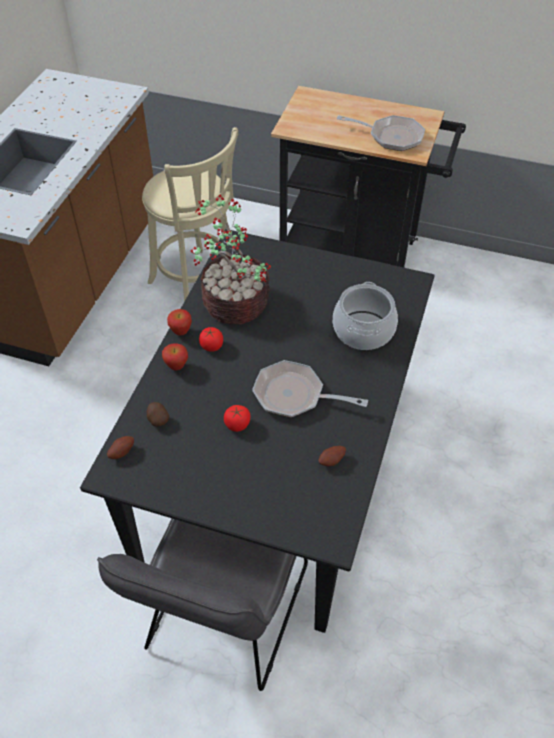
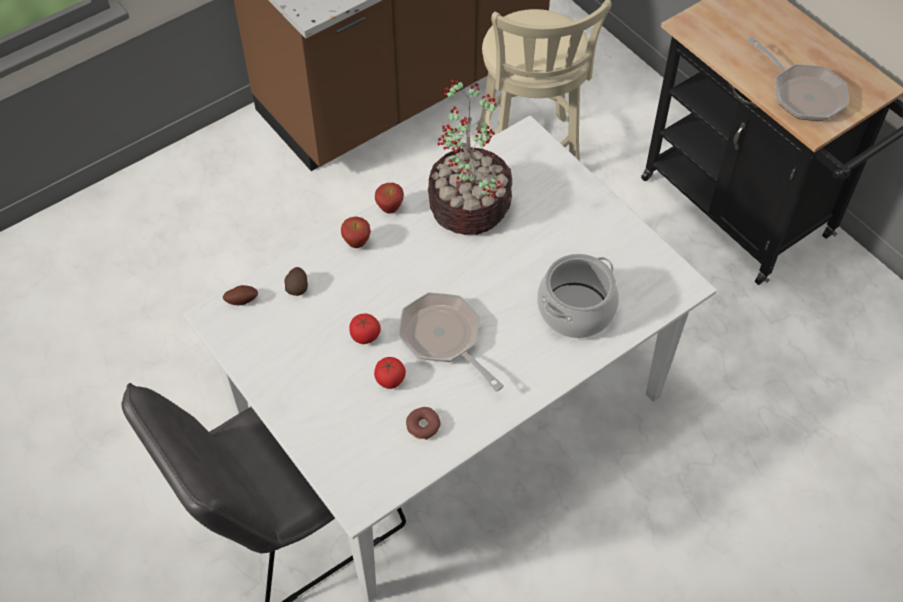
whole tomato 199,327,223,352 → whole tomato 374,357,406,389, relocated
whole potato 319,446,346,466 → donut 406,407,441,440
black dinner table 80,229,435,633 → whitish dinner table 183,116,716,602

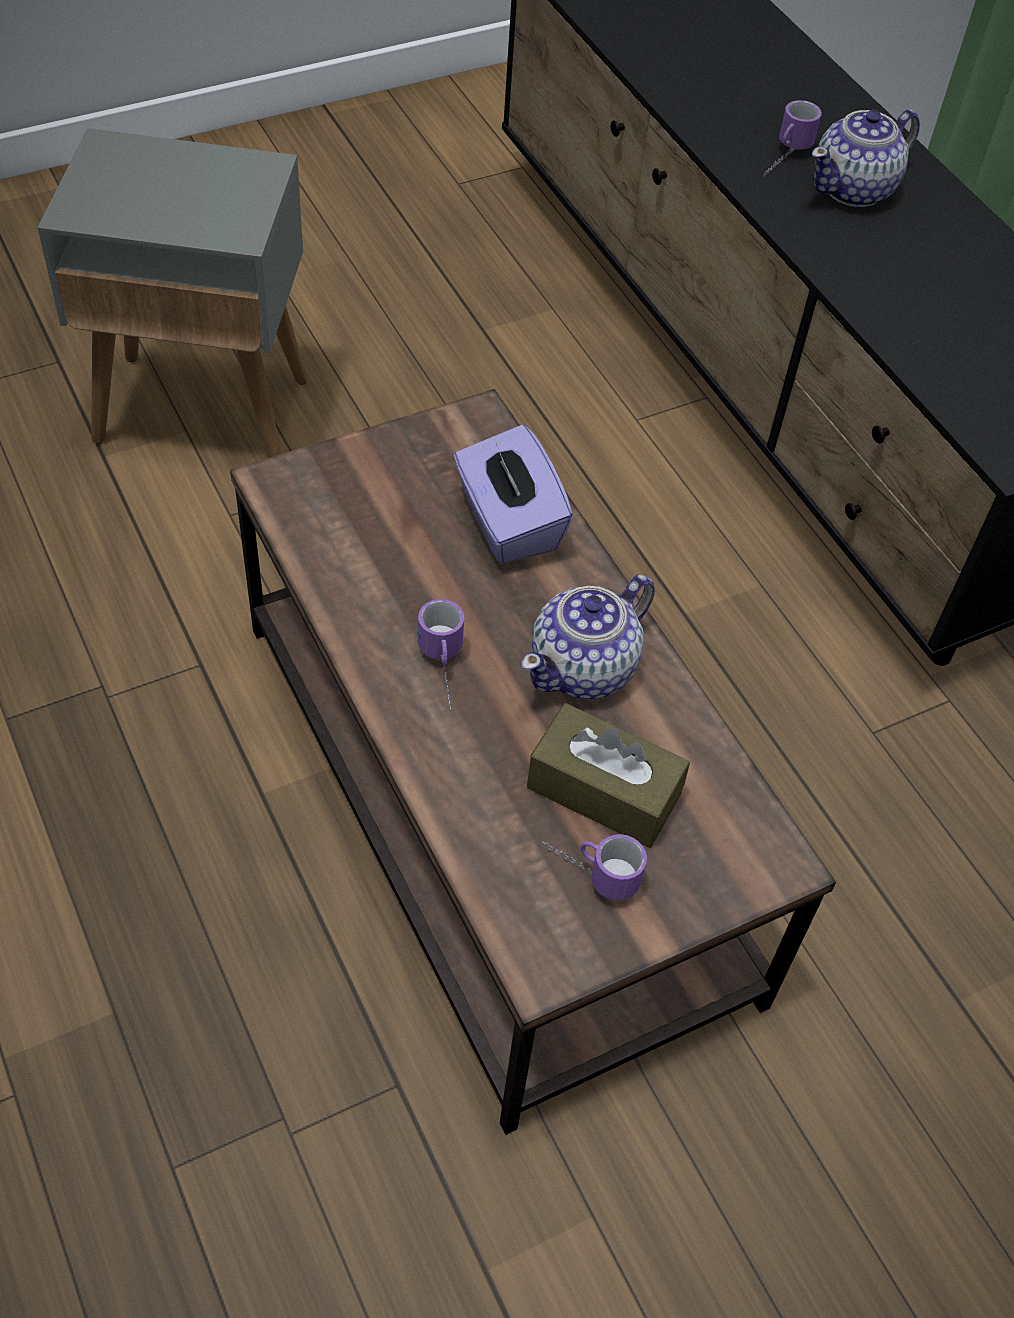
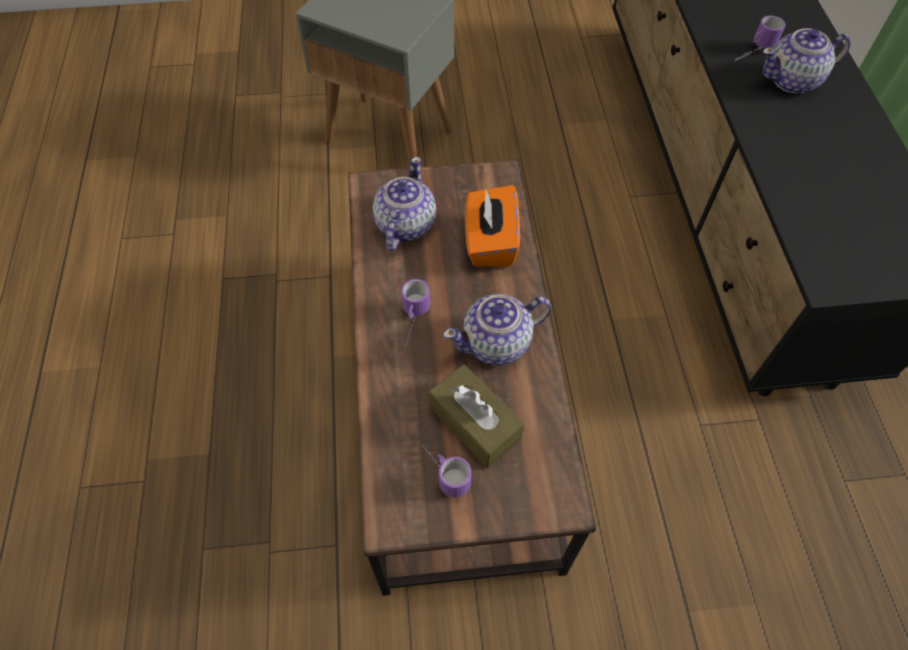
- → teapot 373,157,436,251
purple tissue box 454,425,573,564 → orange tissue box 465,185,520,267

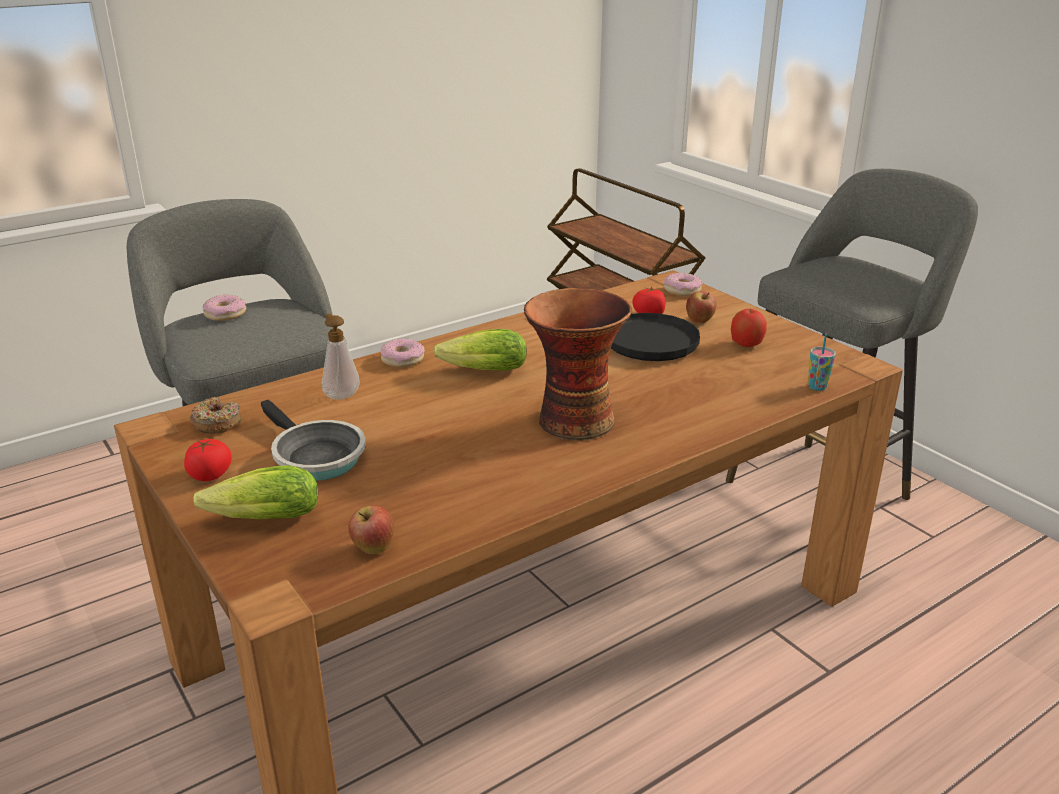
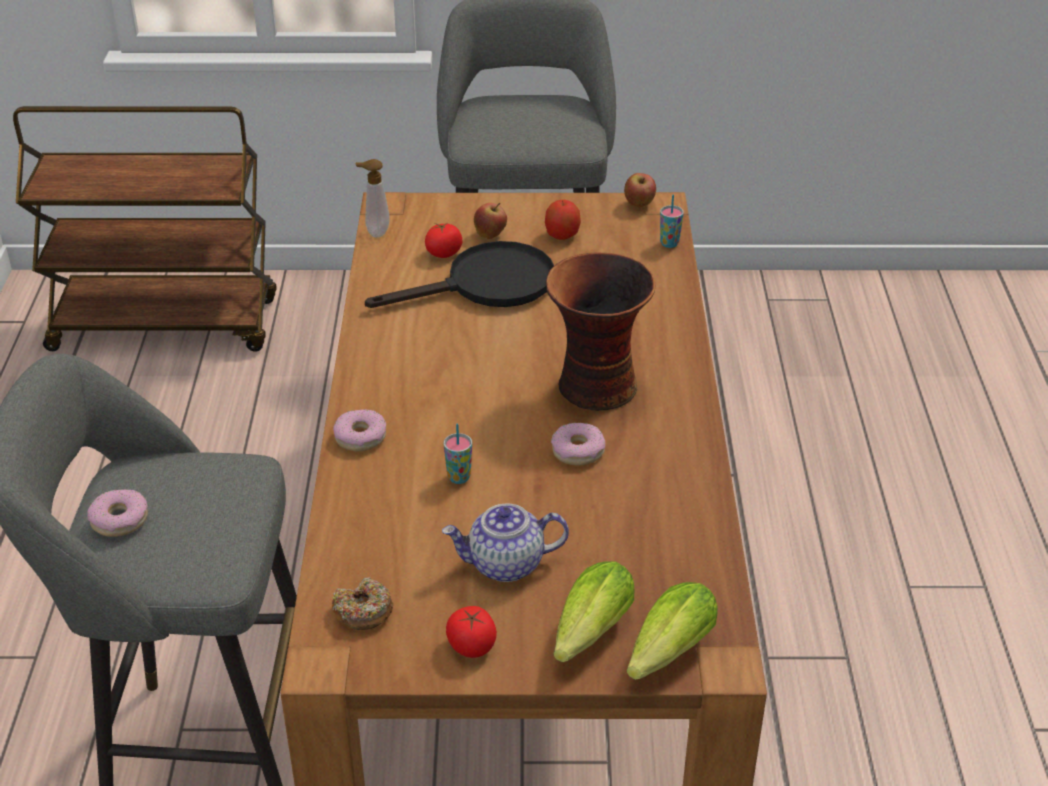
- → drinking cup 444,424,472,484
liquid soap bottle 322,313,360,400 → liquid soap bottle 356,159,390,238, relocated
whole apple 348,505,394,554 → whole apple 624,173,656,207, relocated
lettuce 434,329,527,371 → lettuce 627,582,718,680, relocated
donut 664,273,703,296 → donut 551,423,605,466, relocated
frying pan 261,400,366,481 → teapot 442,503,569,582

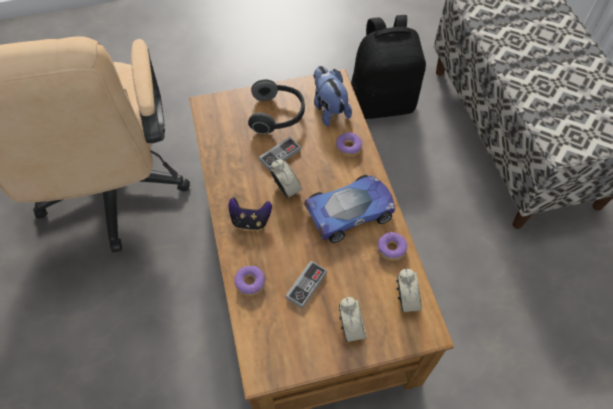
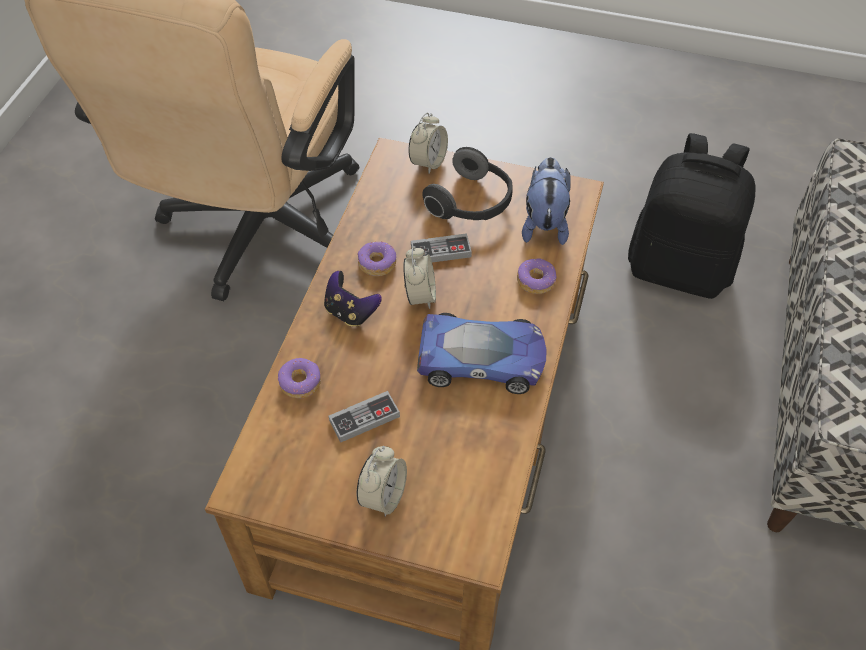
donut 378,232,407,261 → donut 357,242,397,276, relocated
bedside clock 396,269,422,313 → bedside clock 408,112,448,174, relocated

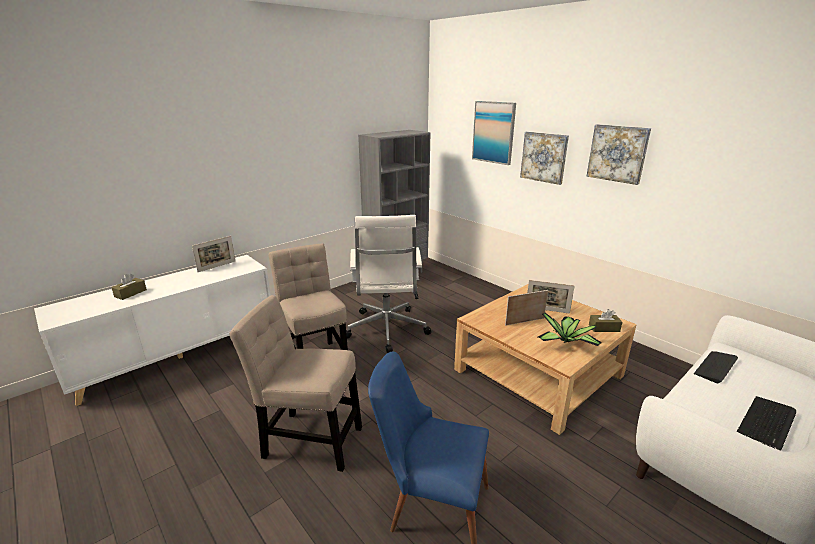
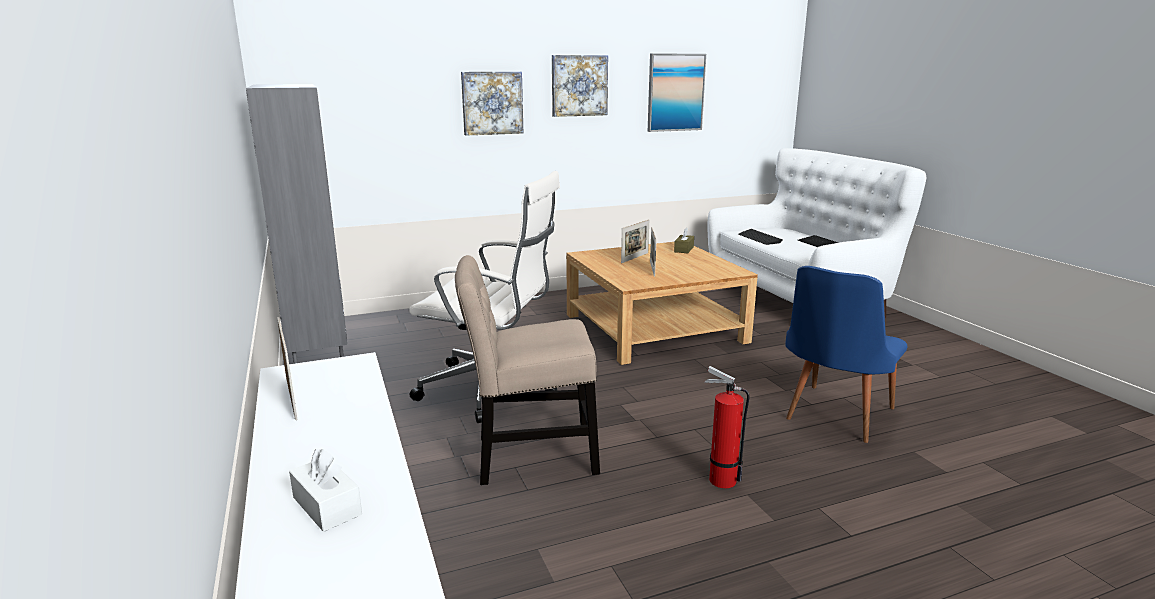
potted plant 538,313,602,346 → -
wall art 472,101,516,165 → wall art 648,53,706,132, relocated
sand-coloured upright chair 229,295,362,472 → extinguisher 705,366,749,488
brownish tissue box 111,274,147,300 → whitish tissue box 289,449,362,532

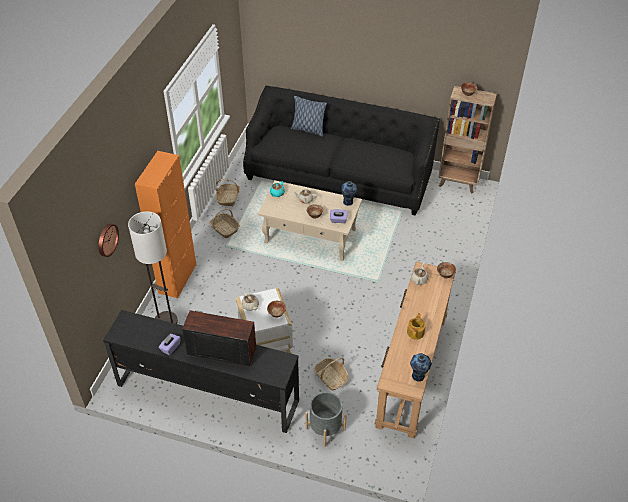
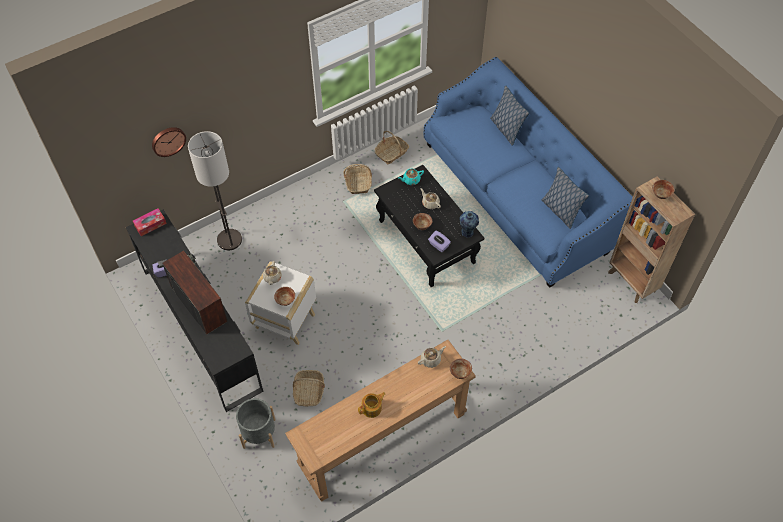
orange cabinet 135,151,196,298 → -
vase 410,353,432,382 → -
- → tissue box 133,208,167,236
- → cushion 541,167,589,229
black settee 243,86,440,216 → blue-coloured settee 423,57,633,288
sand-coloured coffee table 258,180,362,261 → black coffee table 374,165,484,287

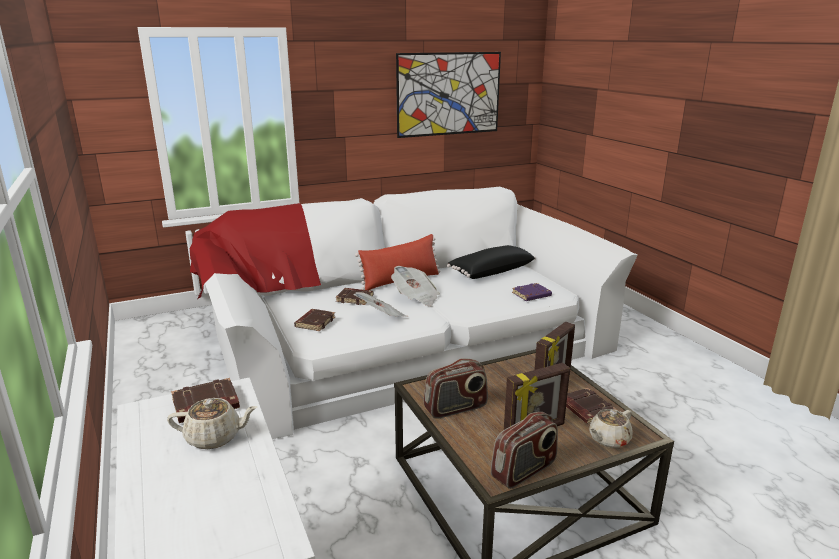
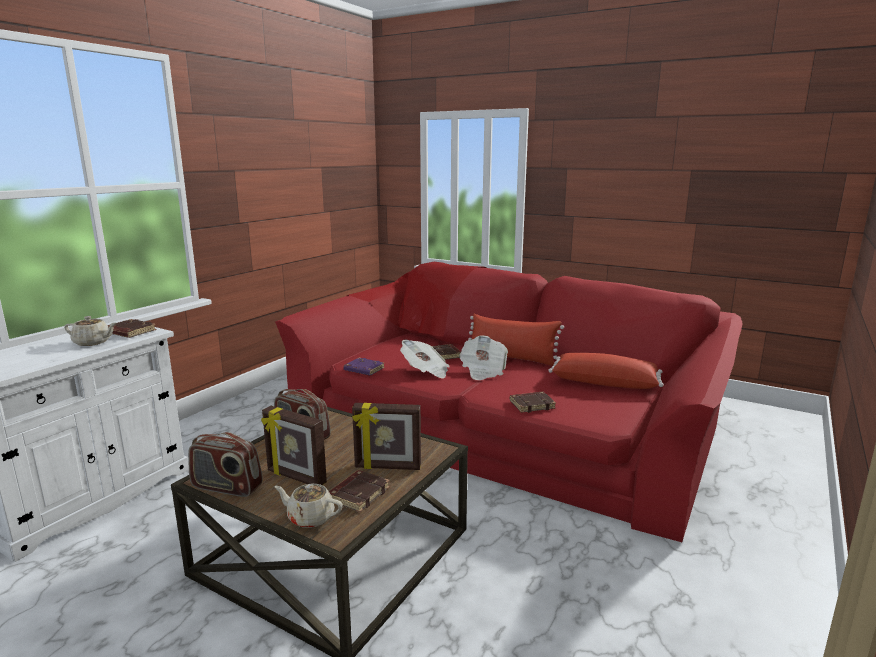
wall art 396,52,501,138 → -
brownish bound book 294,309,335,331 → brownish bound book 510,392,556,413, relocated
purple bound book 512,283,552,301 → purple bound book 343,358,385,376, relocated
whitish settee 190,187,638,439 → red settee 275,262,743,542
black cushion 447,245,536,279 → red cushion 548,353,664,389
sand-coloured teapot 167,398,257,449 → sand-coloured teapot 64,316,116,346, 45 degrees counterclockwise

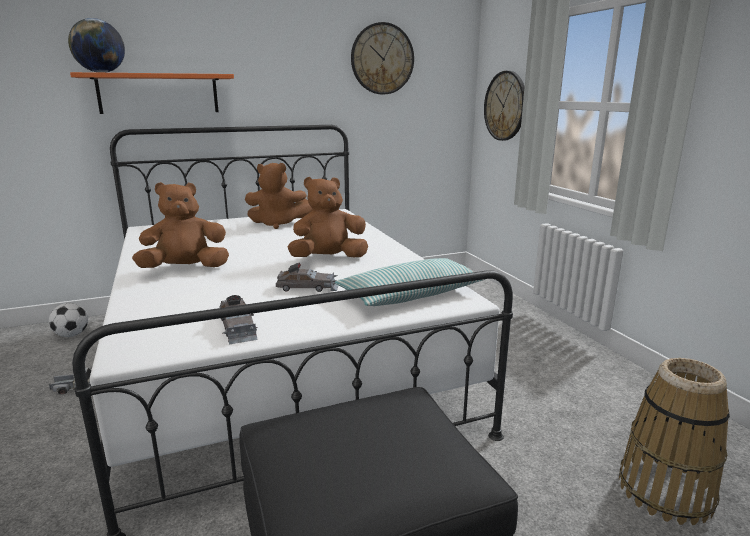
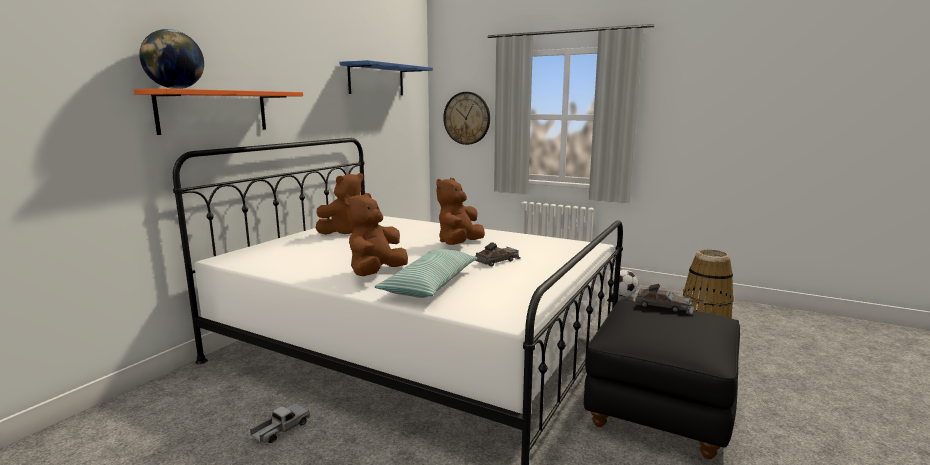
football 49,303,88,337 → football 612,270,638,296, relocated
grey toy car 219,295,258,345 → grey toy car 635,284,694,314, relocated
cushion 335,258,485,306 → cushion 375,249,477,298, relocated
hanging clock 351,22,414,95 → blue-coloured wall shelf 340,60,433,95

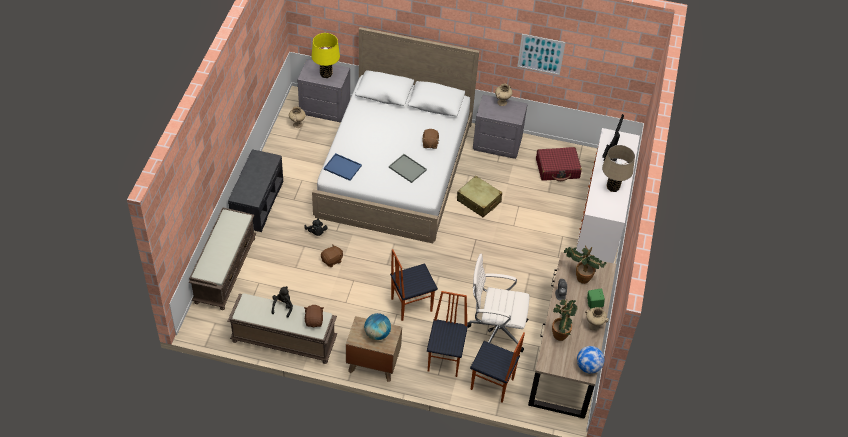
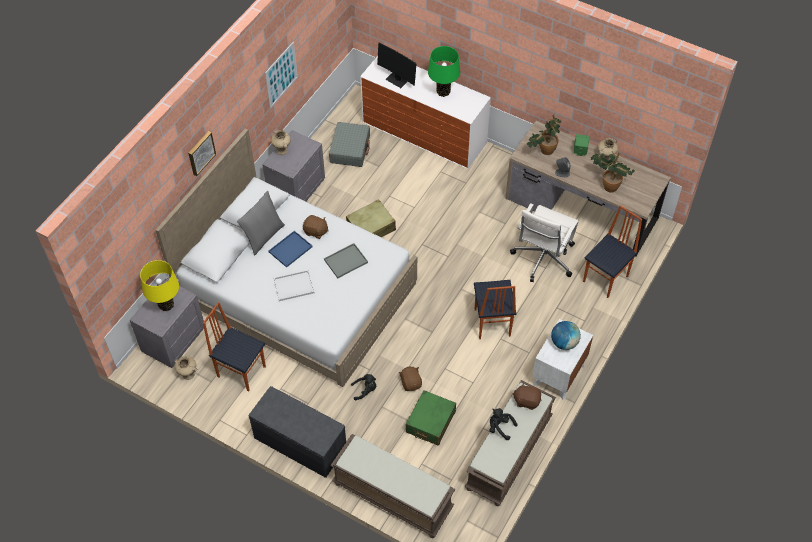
globe 577,346,605,374 → -
- → wall art 188,131,216,176
- → grey cushion 237,190,285,255
- → whitish serving tray 274,270,315,301
- → greenish piece of luggage 406,390,456,446
blue-coloured serving tray 324,153,362,181 → blue-coloured serving tray 269,231,313,267, relocated
upright chair 427,291,468,377 → upright chair 203,302,266,392, relocated
brownish nightstand 346,316,402,382 → whitish nightstand 532,319,593,400
red piece of luggage 536,147,582,181 → grey piece of luggage 329,122,370,167
sand-coloured tabletop lamp 602,145,635,192 → greenish tabletop lamp 428,46,460,97

